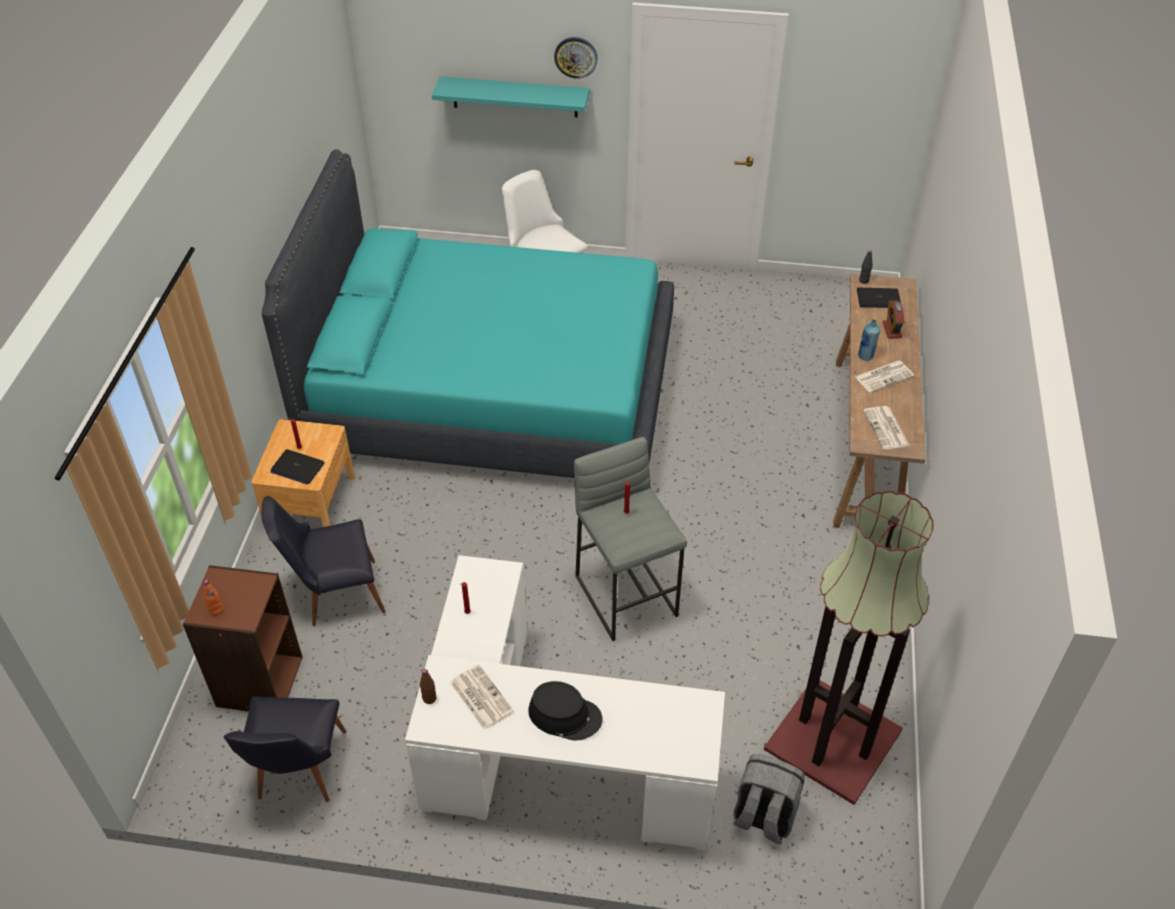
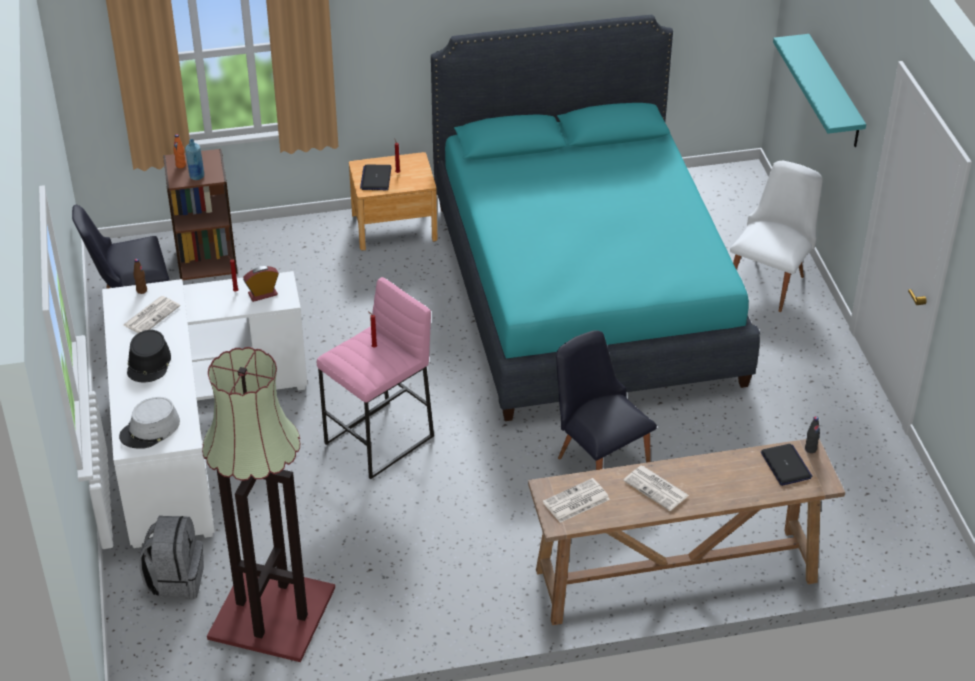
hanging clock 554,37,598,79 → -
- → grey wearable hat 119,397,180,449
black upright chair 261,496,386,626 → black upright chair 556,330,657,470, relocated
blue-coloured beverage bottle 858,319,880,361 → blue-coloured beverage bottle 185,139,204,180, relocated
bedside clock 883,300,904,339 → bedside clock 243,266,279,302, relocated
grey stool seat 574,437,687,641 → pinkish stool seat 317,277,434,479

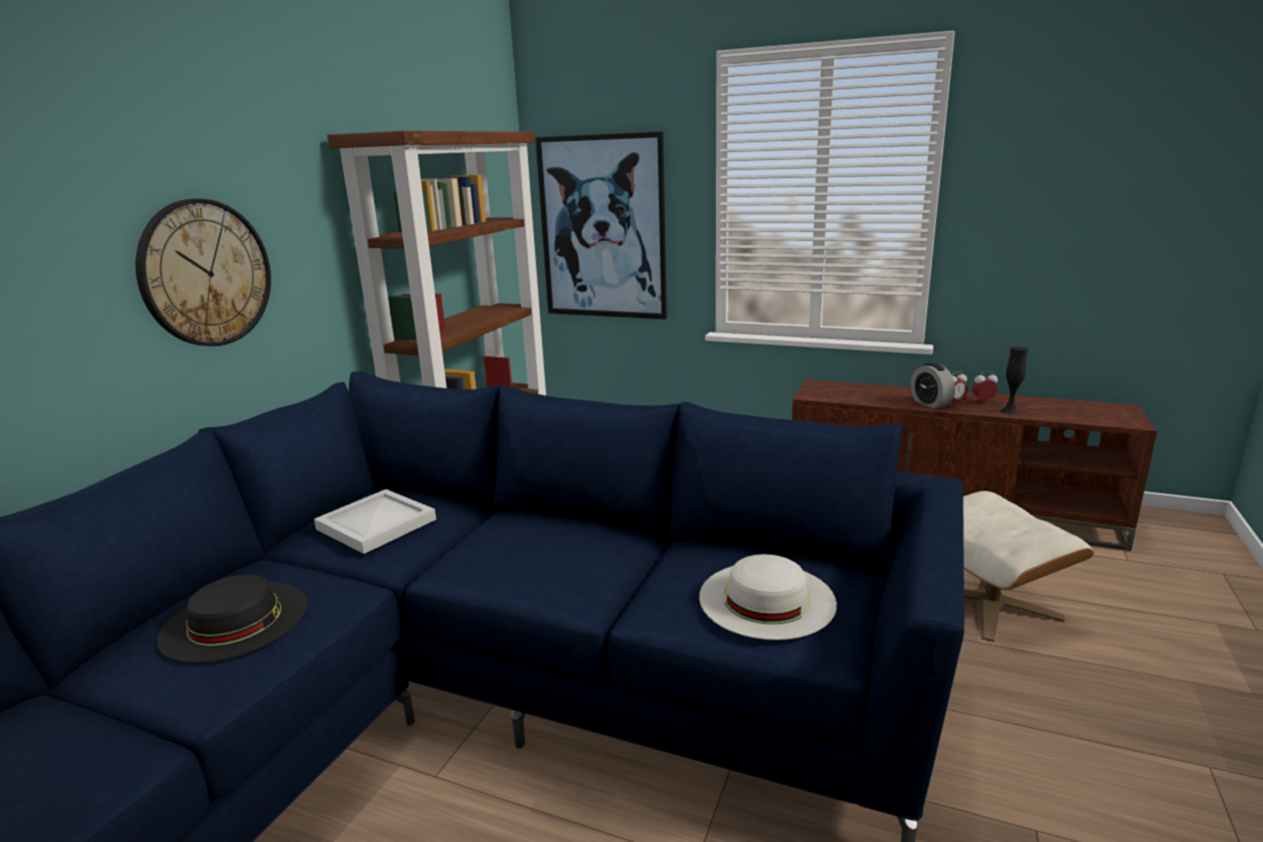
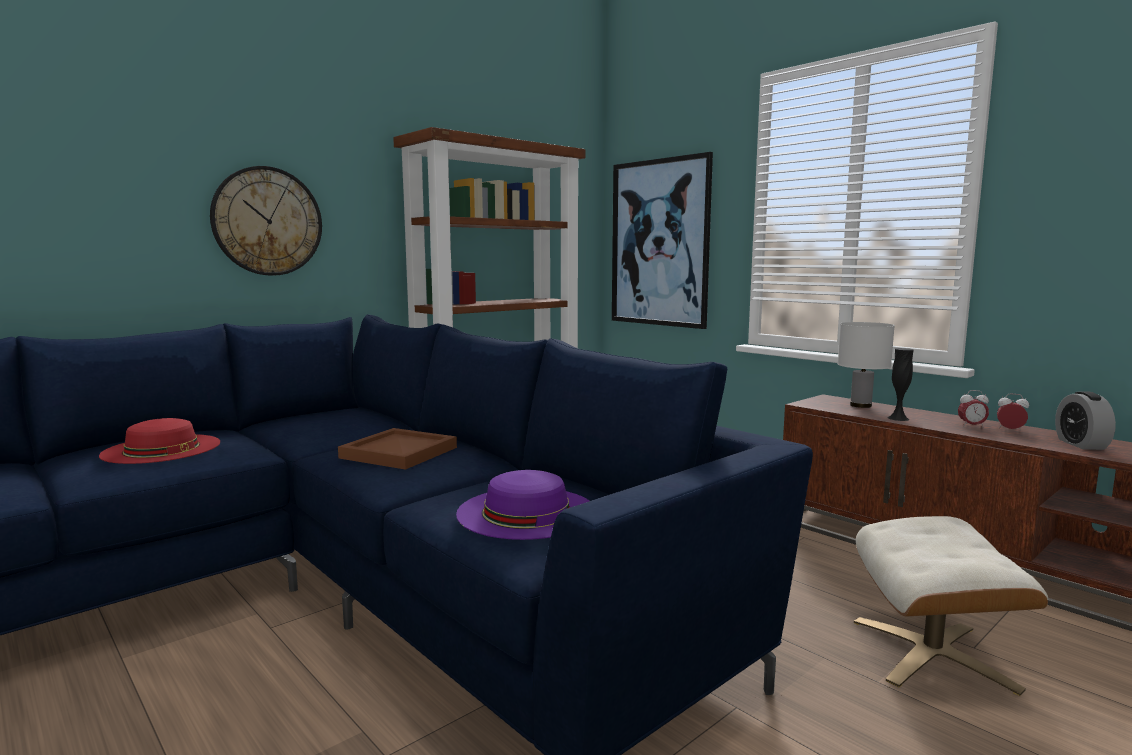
whitish serving tray 314,489,436,554 → -
- → brownish serving tray 338,428,457,470
- → whitish tabletop lamp 837,322,895,408
bedside clock 911,363,955,409 → bedside clock 1055,391,1116,450, relocated
black vase 1000,346,1028,415 → black vase 888,348,914,421, relocated
black wearable hat 157,575,308,663 → red wearable hat 99,418,220,464
whitish wearable hat 699,554,837,640 → purple wearable hat 456,470,589,540

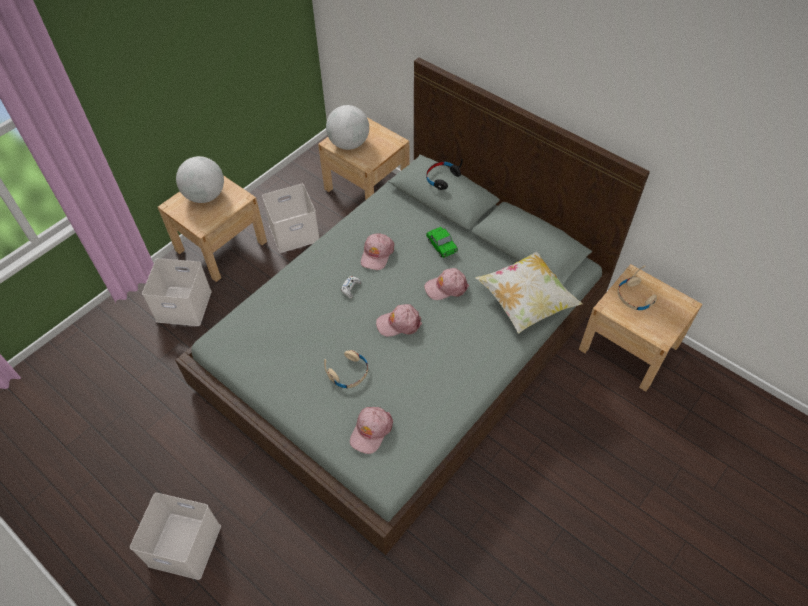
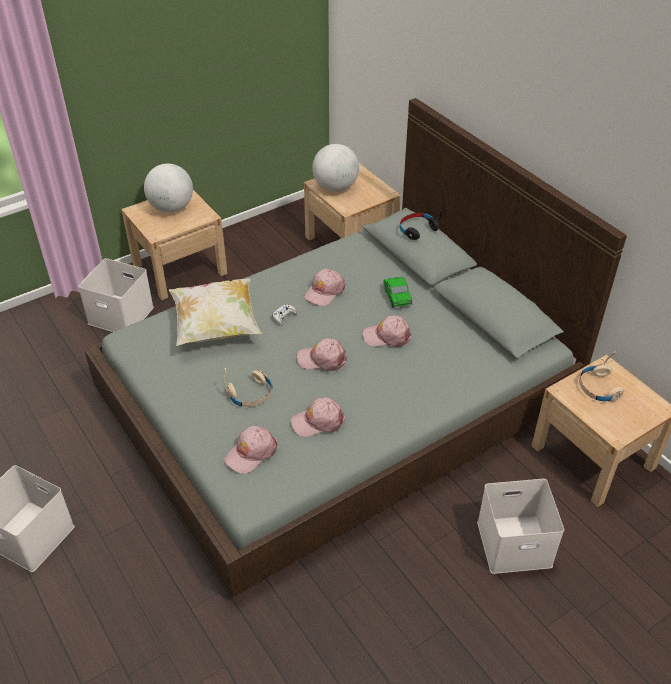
- → pinkish cap 290,397,346,437
whitish storage container 262,184,319,253 → whitish storage container 477,479,564,574, relocated
cushion 475,252,583,334 → cushion 169,278,262,346, relocated

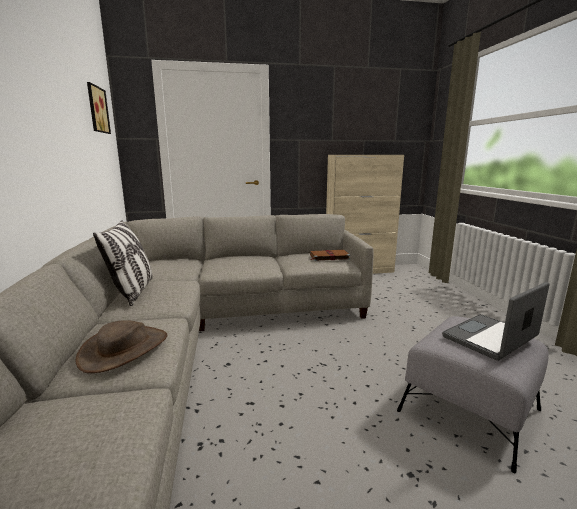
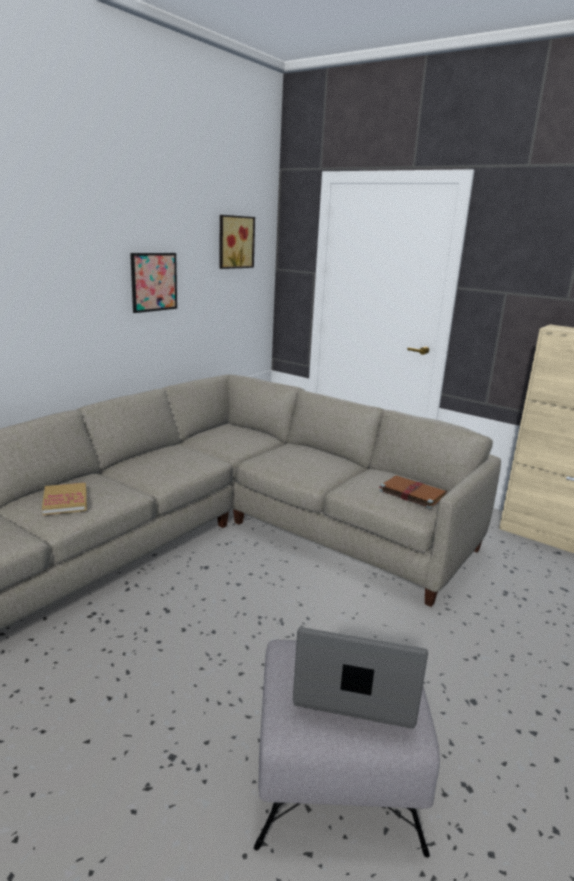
cushion 93,220,153,306 → -
- → wall art 130,253,177,313
brownish wearable hat 76,320,167,373 → bound book 42,483,87,515

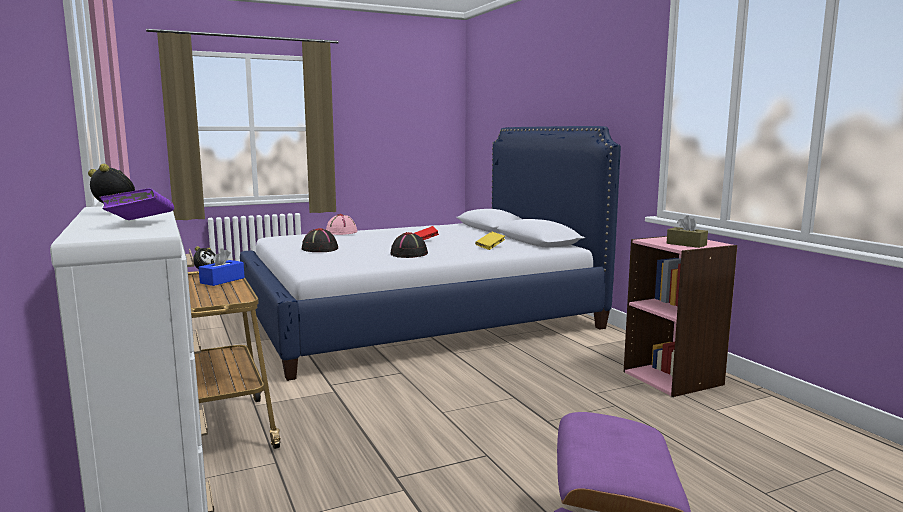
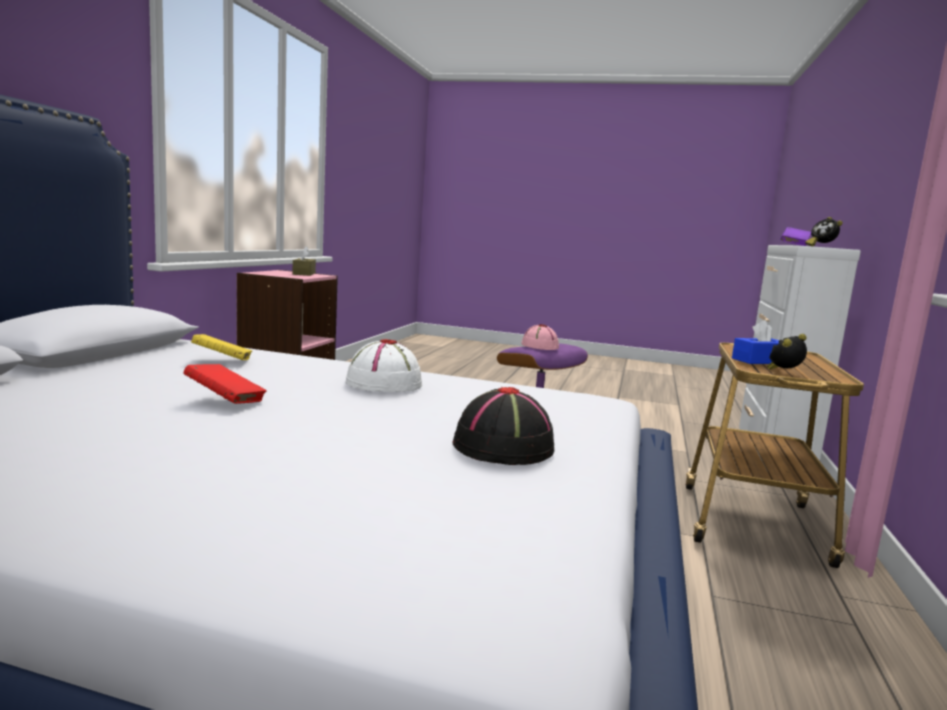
pinkish wearable hat 326,214,357,235 → pinkish wearable hat 521,324,559,350, relocated
black wearable hat 390,232,428,258 → whitish wearable hat 345,339,422,392

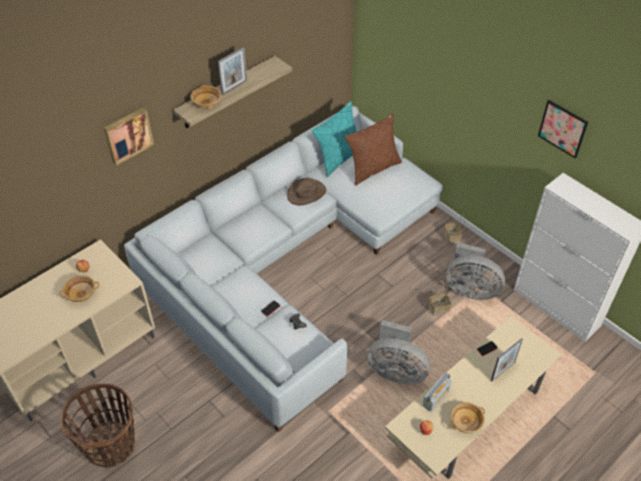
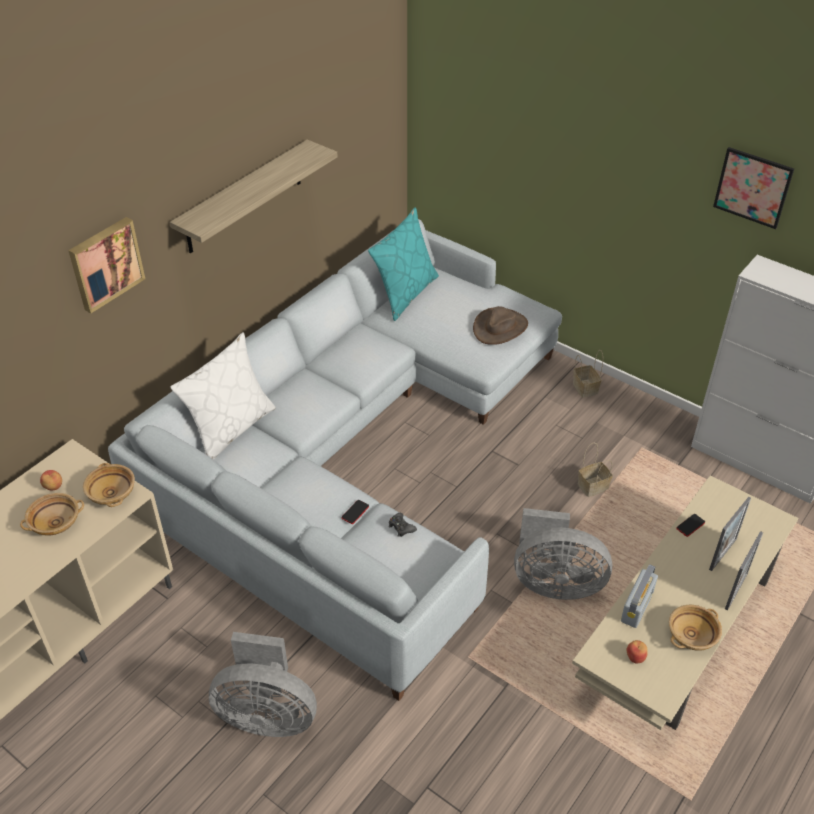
storage basket 61,384,135,468 → -
brownish cushion 345,113,402,186 → -
- → whitish cushion 170,332,276,460
sand-coloured deep dish 191,85,222,109 → sand-coloured deep dish 83,463,135,507, relocated
picture frame 218,47,247,95 → picture frame 725,531,763,610, relocated
brownish wearable hat 287,178,326,205 → brownish wearable hat 473,306,528,345, relocated
grey cooling fan 446,243,505,300 → grey cooling fan 209,632,317,737, relocated

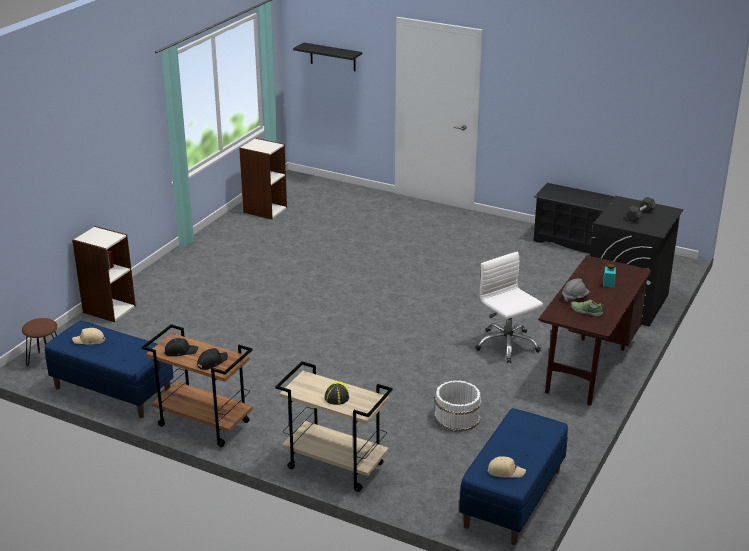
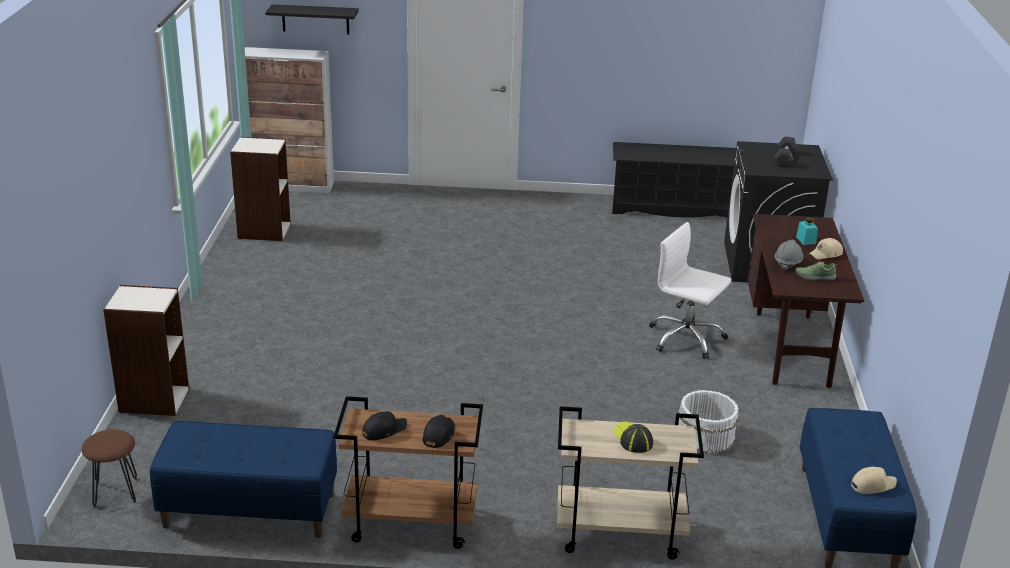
- → cabinet 245,47,334,193
sand-coloured cap 72,328,105,344 → sand-coloured cap 809,238,843,260, relocated

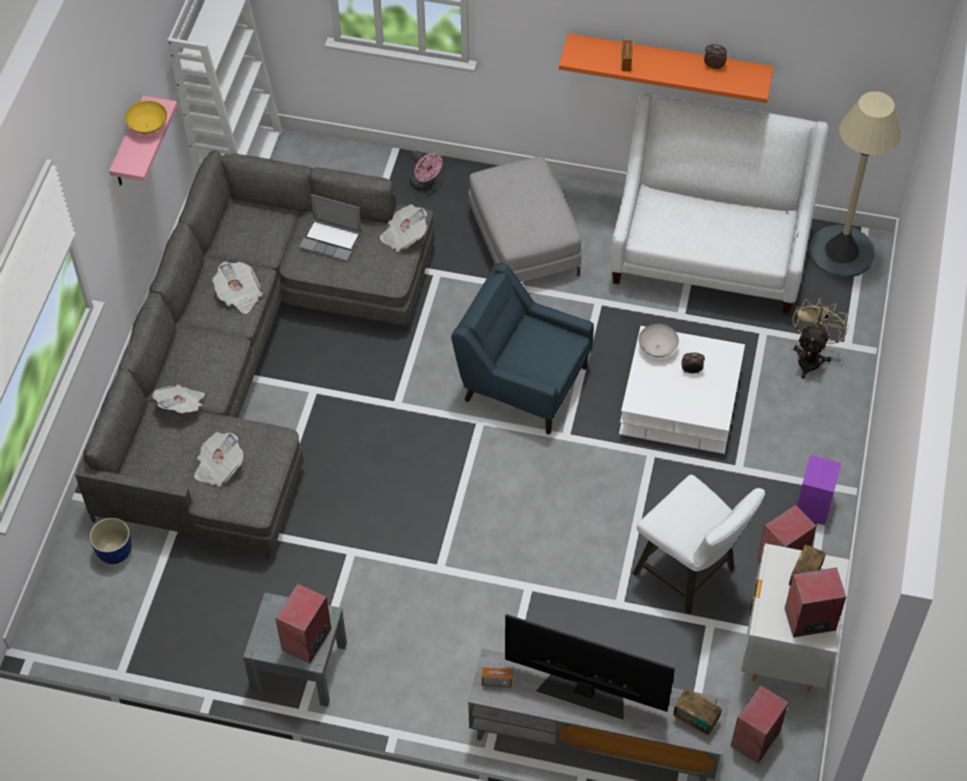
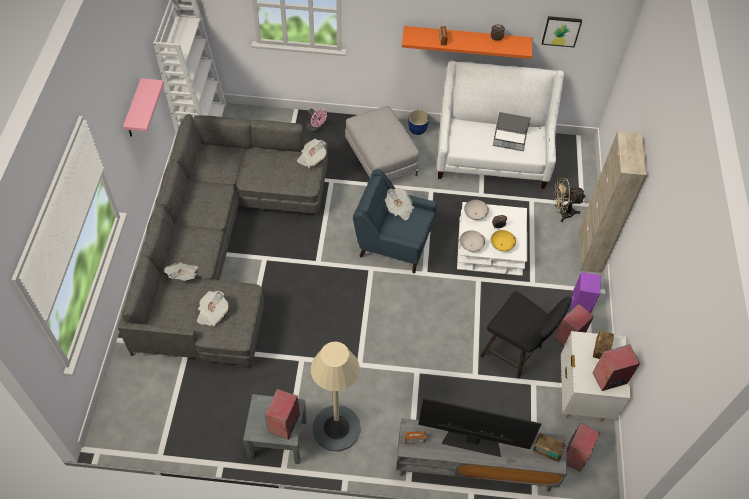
- → whitish deep dish 460,230,485,252
- → wall art 542,16,582,48
- → sand-coloured cabinet 578,131,647,273
plant pot 89,518,132,564 → plant pot 408,110,429,135, relocated
yellow deep dish 125,101,167,134 → yellow deep dish 491,230,516,251, relocated
printed paper 213,262,263,314 → printed paper 385,188,414,220, relocated
laptop 299,194,362,262 → laptop 493,112,531,151, relocated
sand-coloured standard lamp 809,91,901,278 → sand-coloured standard lamp 311,342,361,452, relocated
whitish stool seat 633,475,765,614 → black stool seat 480,291,572,378
sand-coloured cooling fan 792,298,849,379 → sand-coloured cooling fan 553,178,586,222, 105 degrees counterclockwise

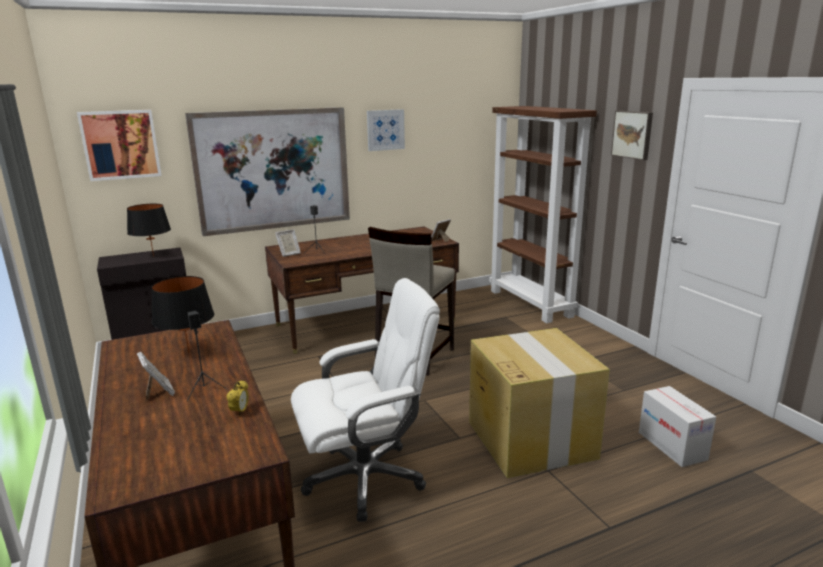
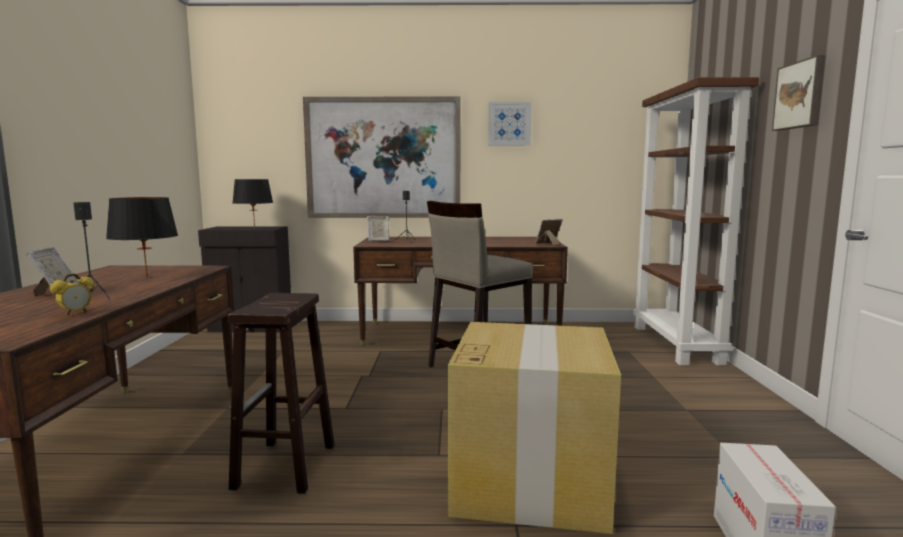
wall art 77,110,162,181 → -
whitish desk chair 291,278,440,522 → brownish stool seat 228,293,335,494

